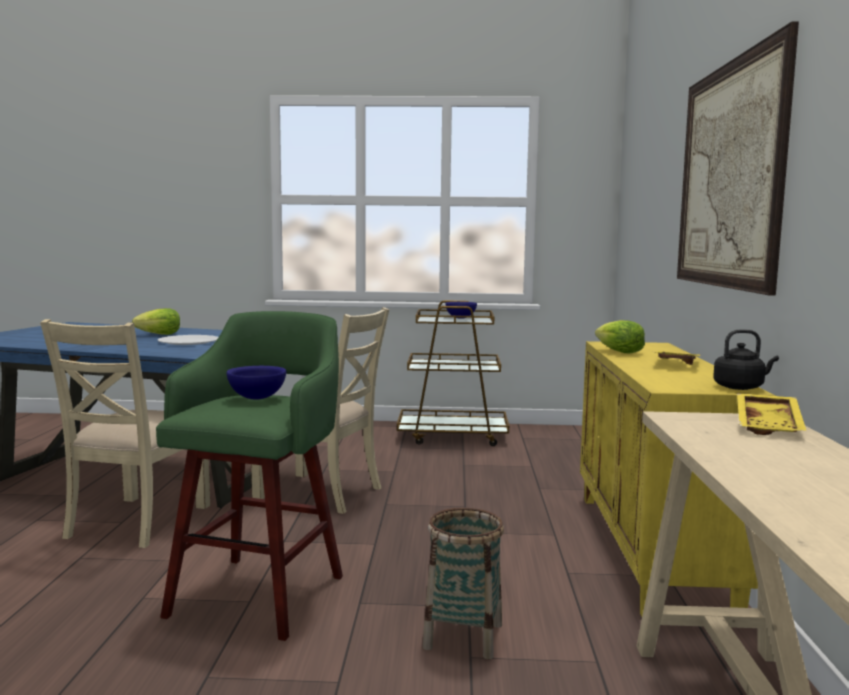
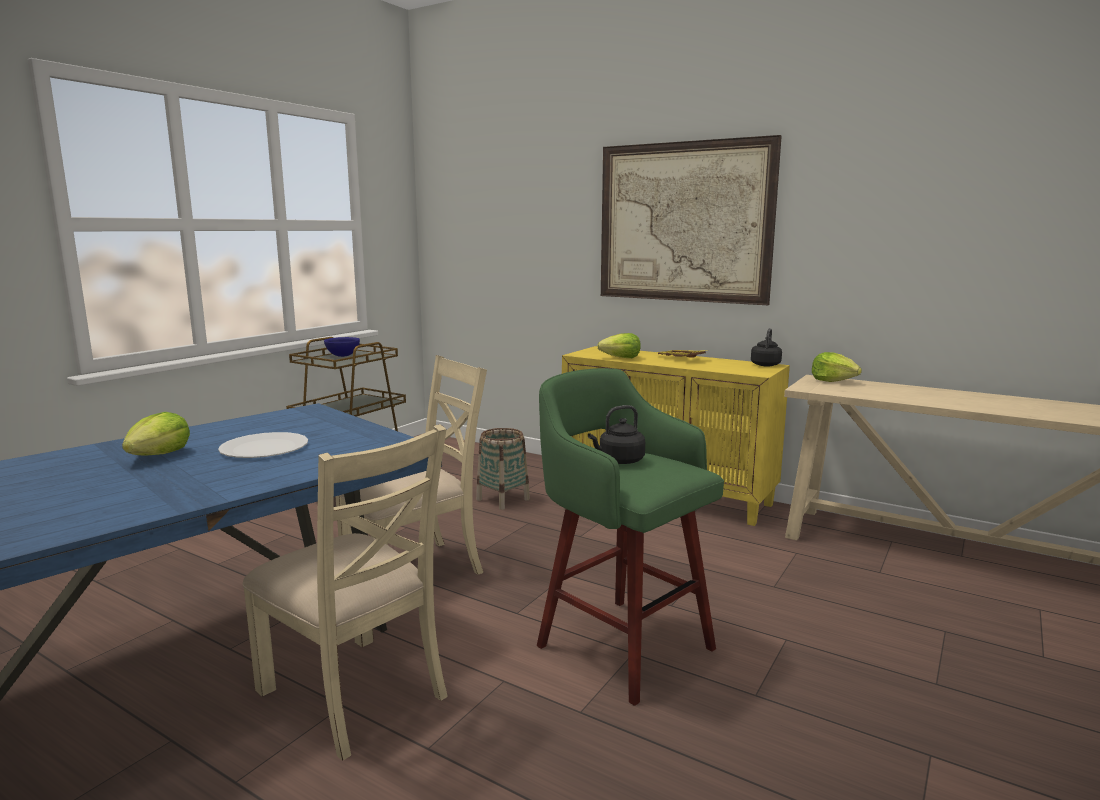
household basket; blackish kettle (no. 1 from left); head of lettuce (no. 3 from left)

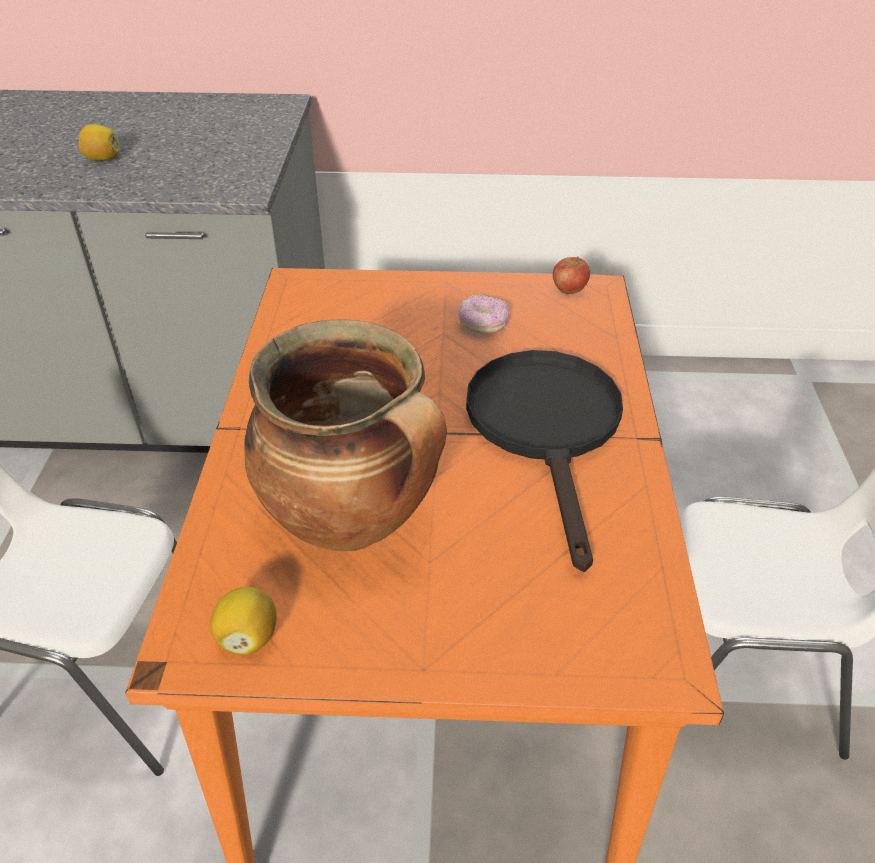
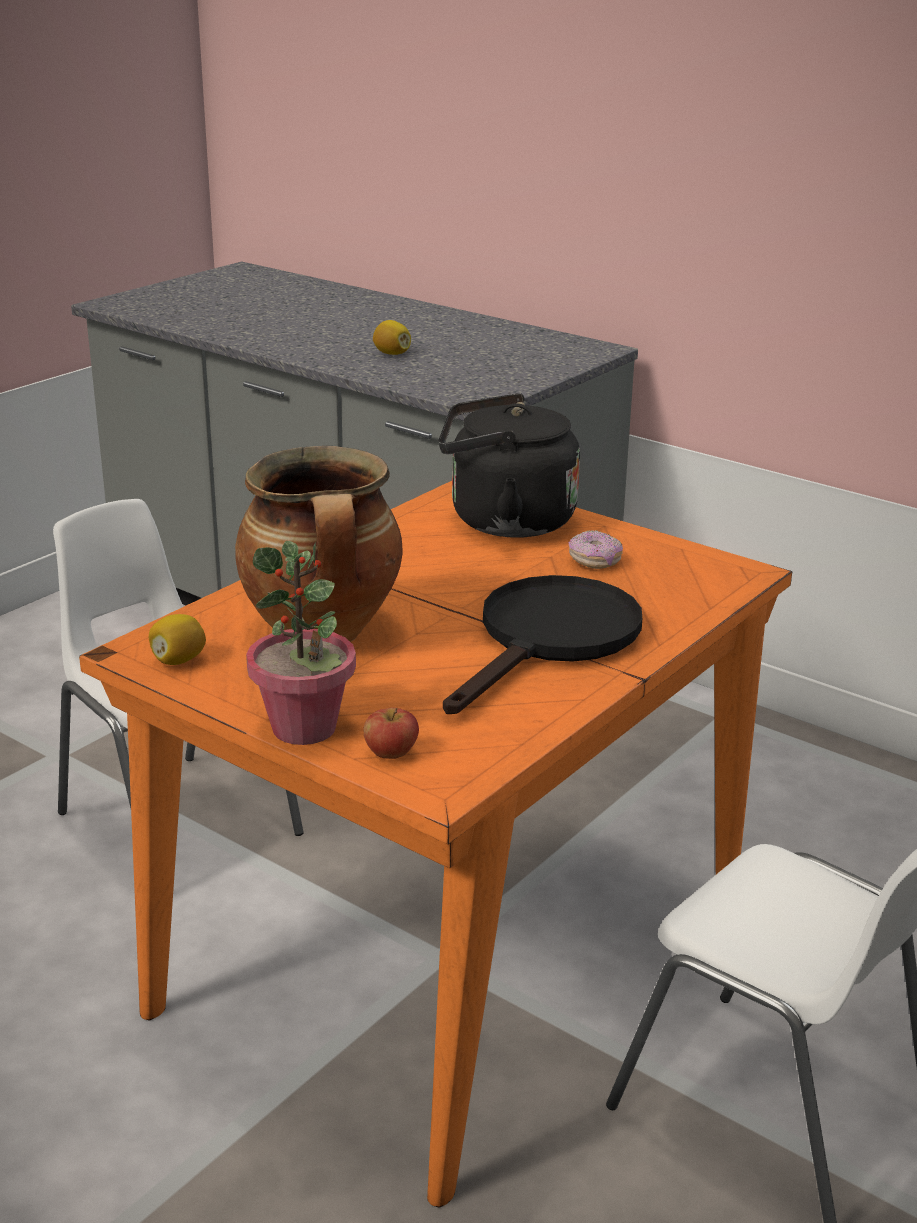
plant in a pot; blackish kettle; apple

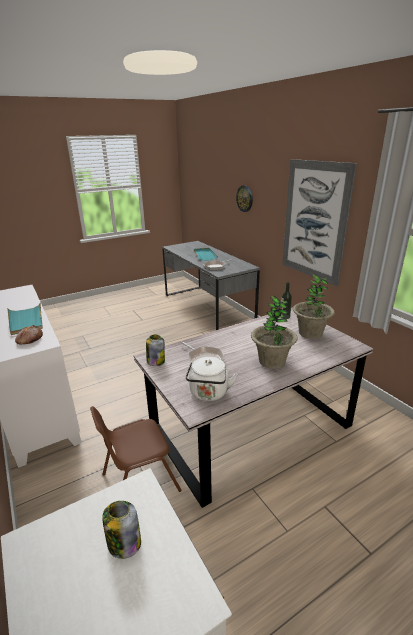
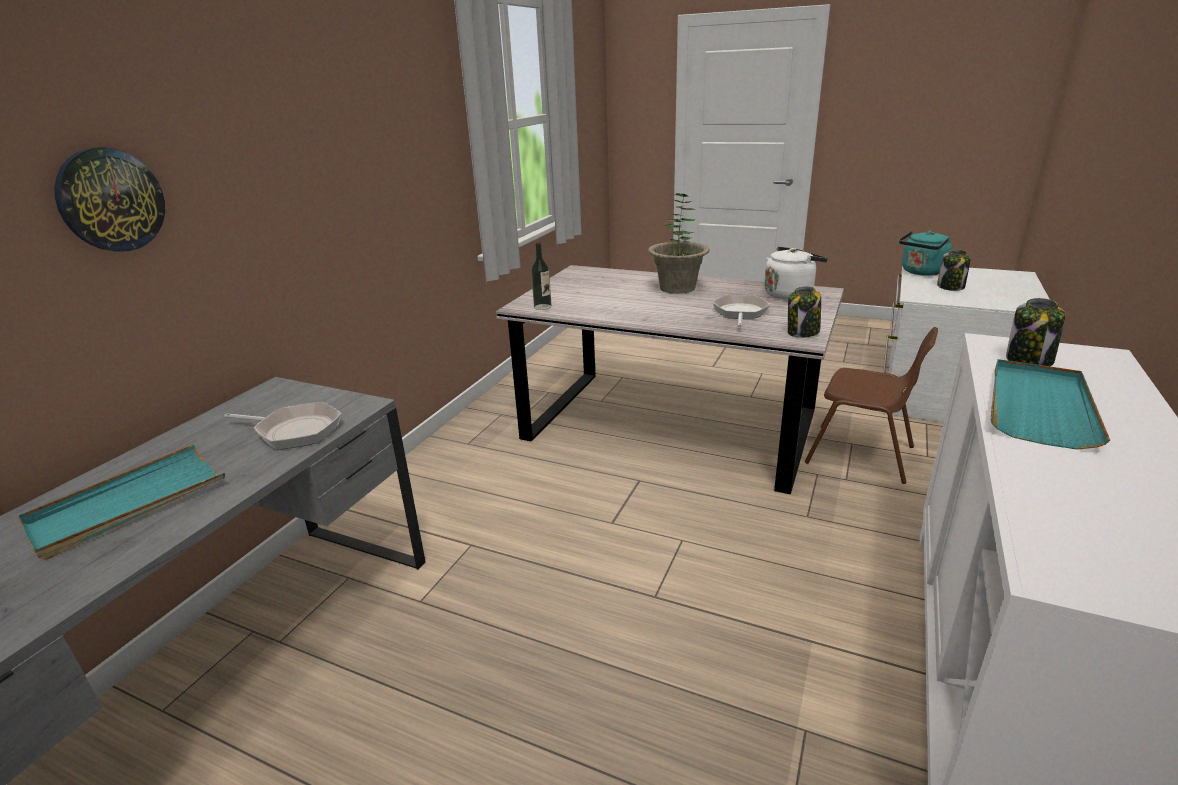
wall picture; plant in a pot (no. 2 from left in the first image); turquoise kettle; jar (no. 3 from left)

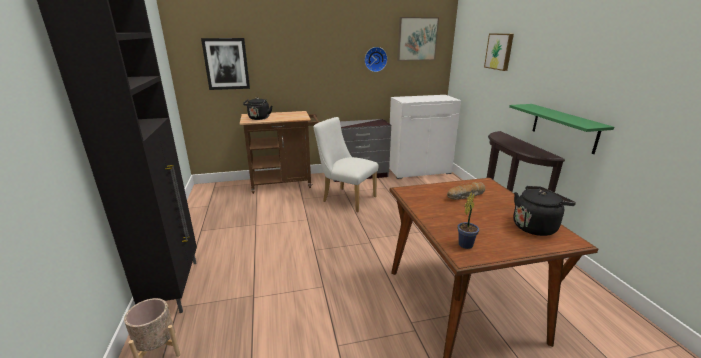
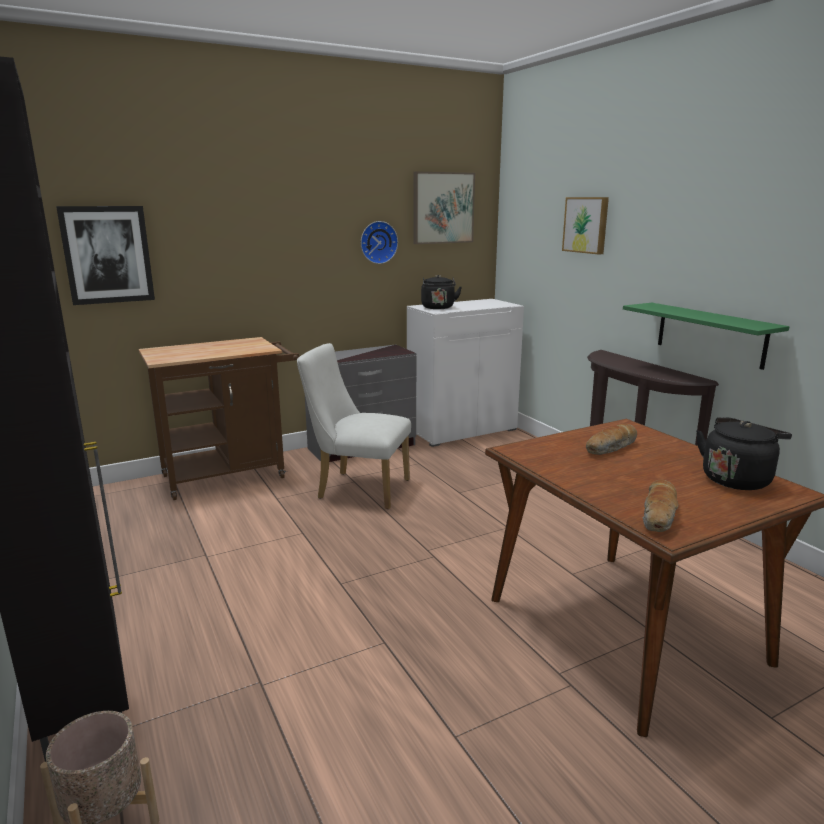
blackish kettle (no. 1 from left); bakery bread (no. 2 from left)

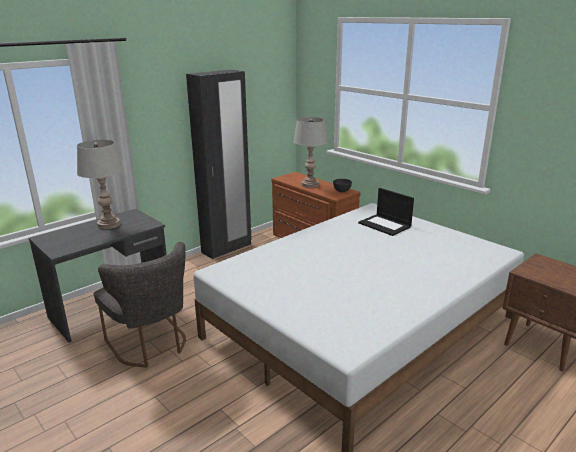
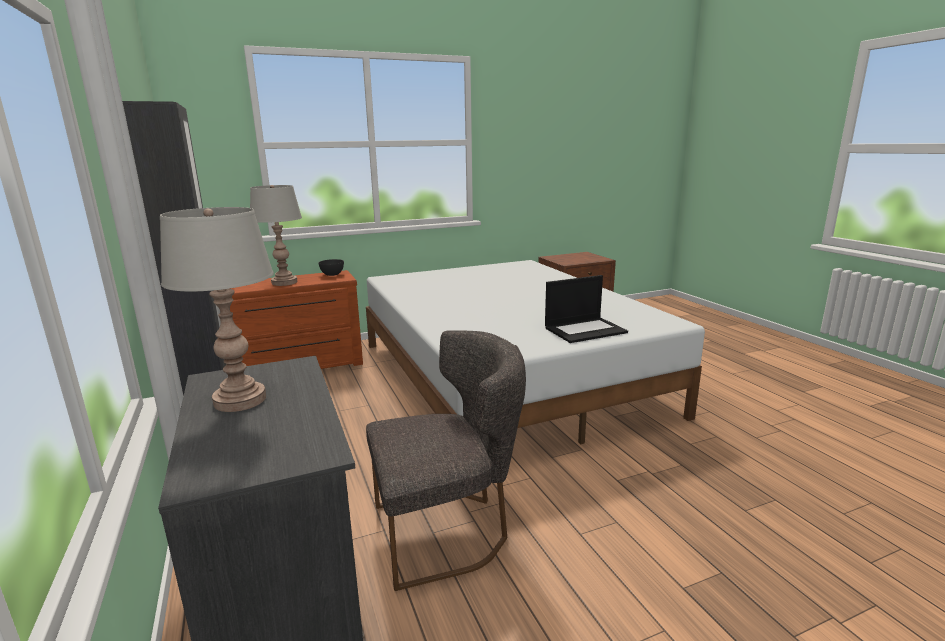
notebook computer

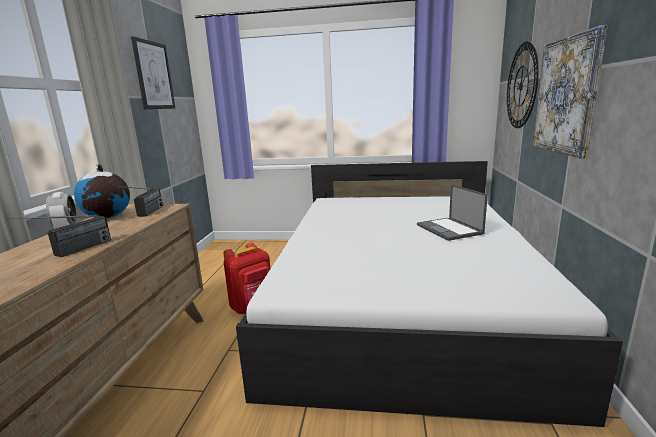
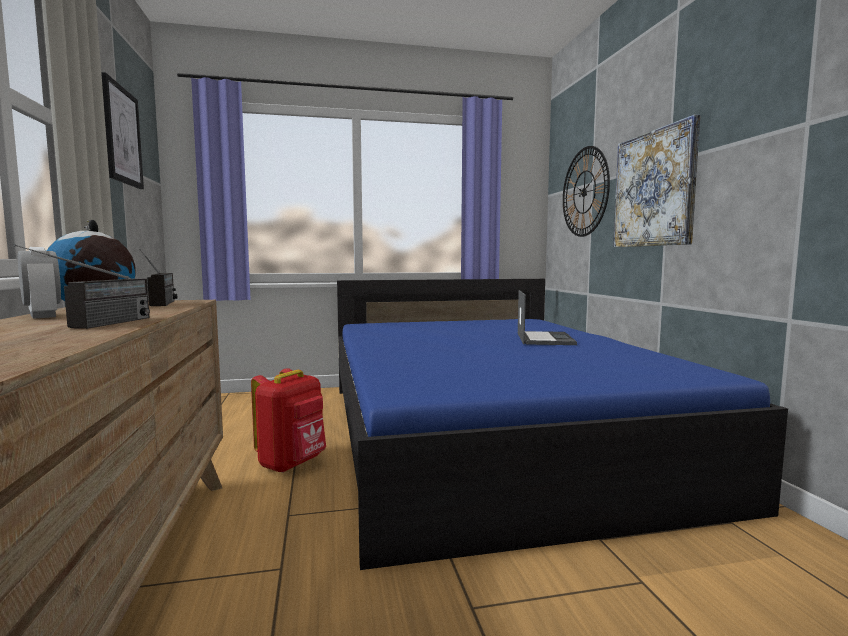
blue sleeping bed; notebook computer

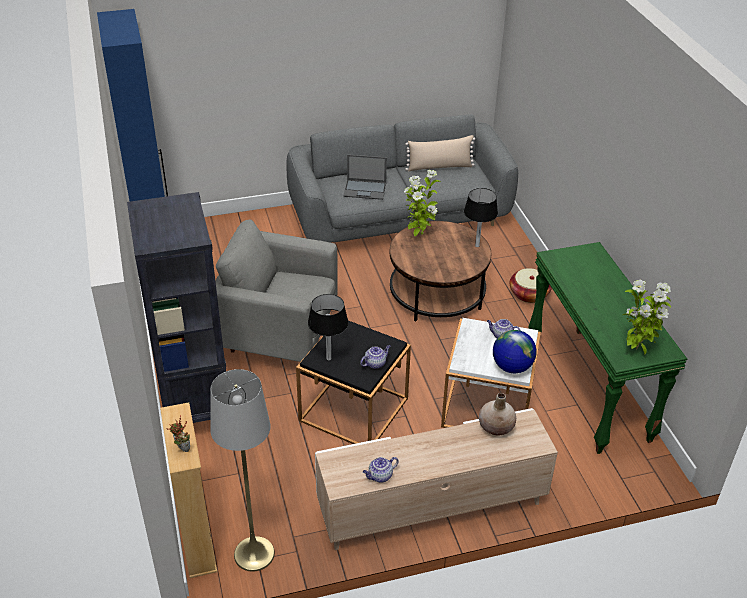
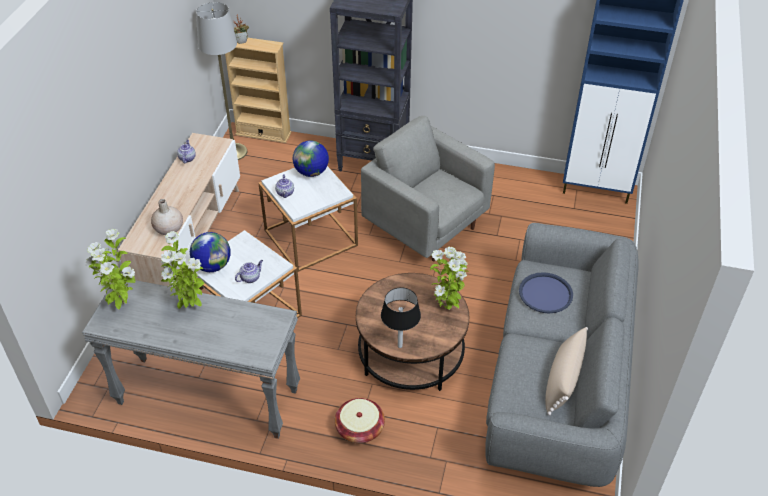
plant in a pot (no. 2 from left); globe (no. 2 from left); blue tray; white accent table (no. 2 from left); grey narrow table; grey lounge chair

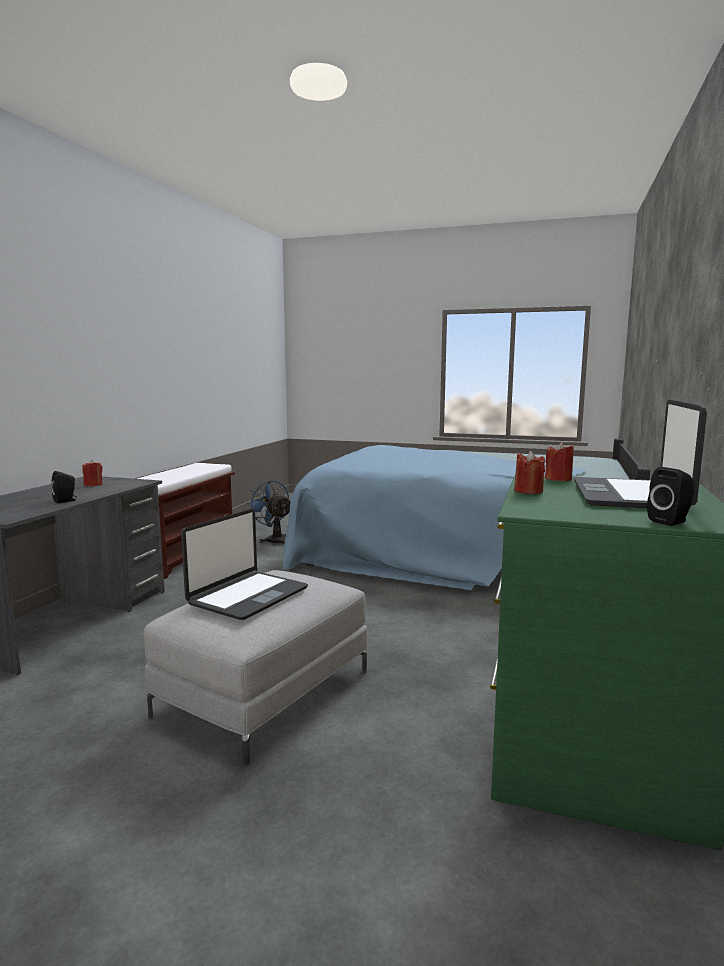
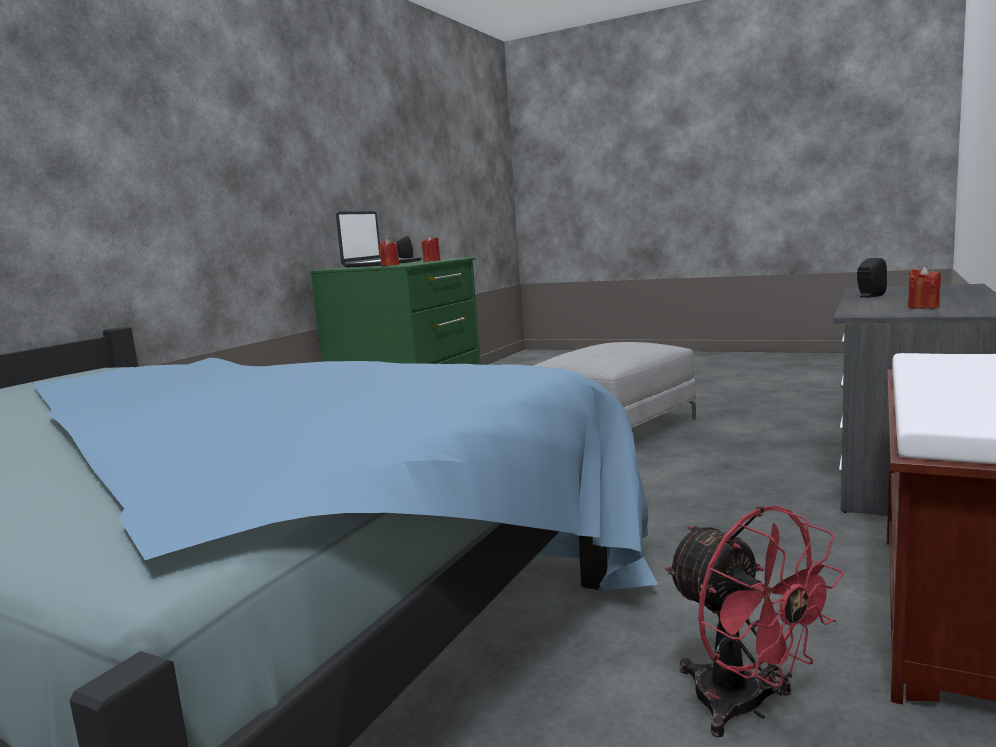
notebook computer (no. 1 from left in the first image); red-coloured fan

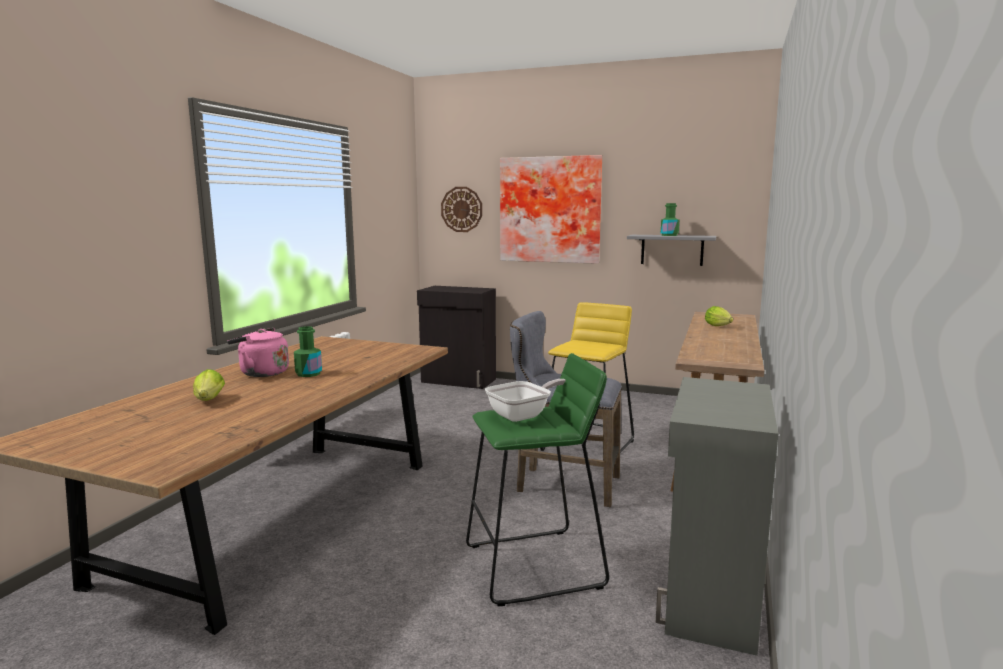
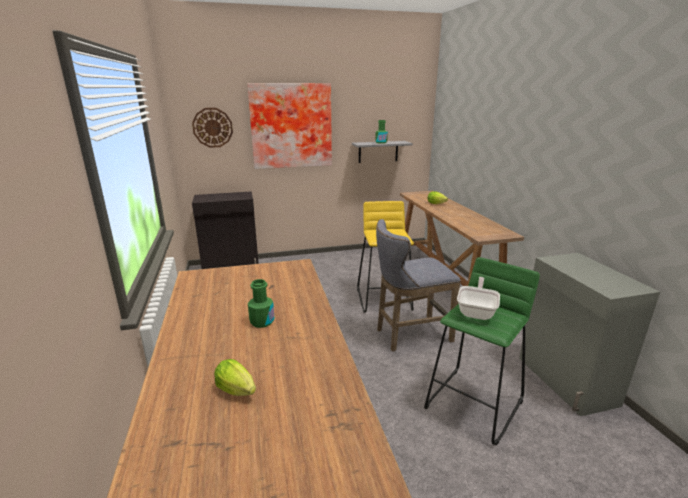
pink kettle

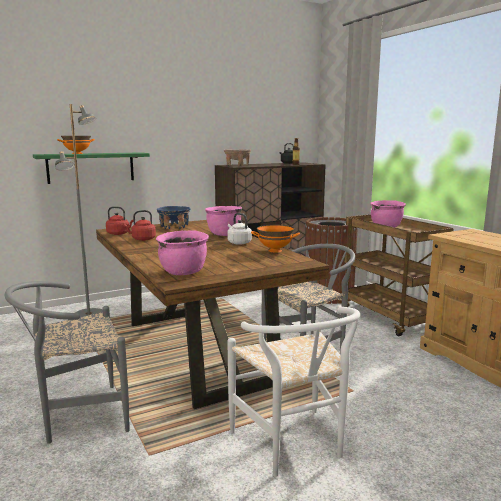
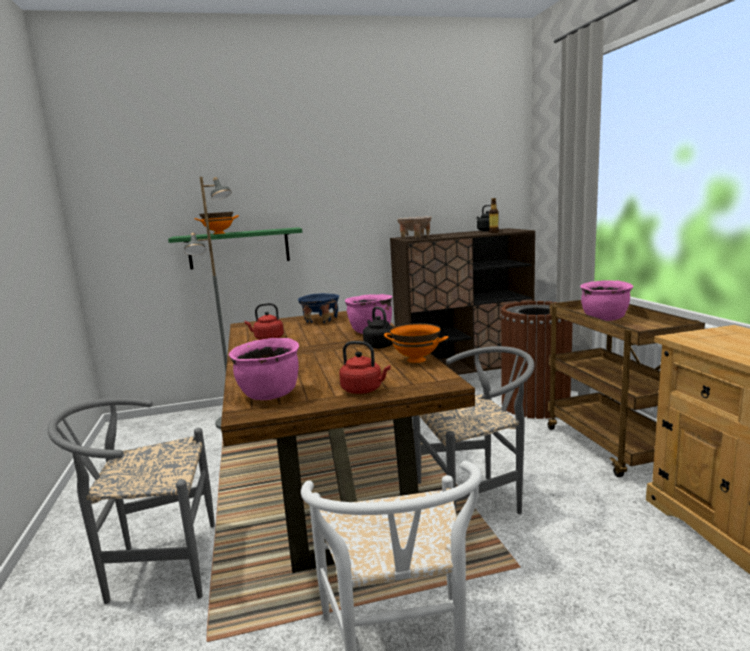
red-coloured kettle (no. 2 from left); blackish kettle (no. 1 from left)

